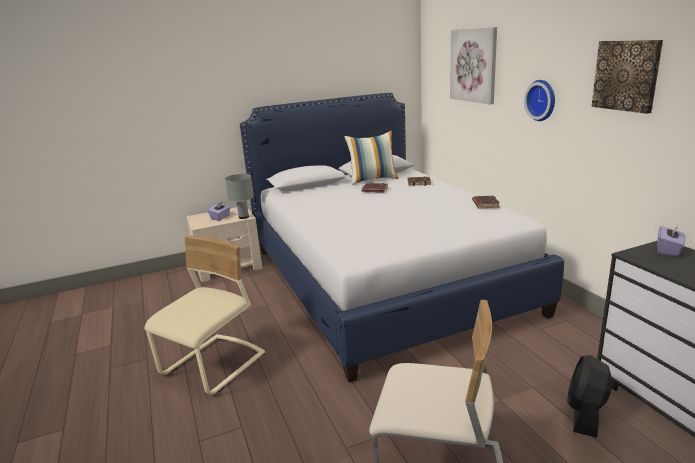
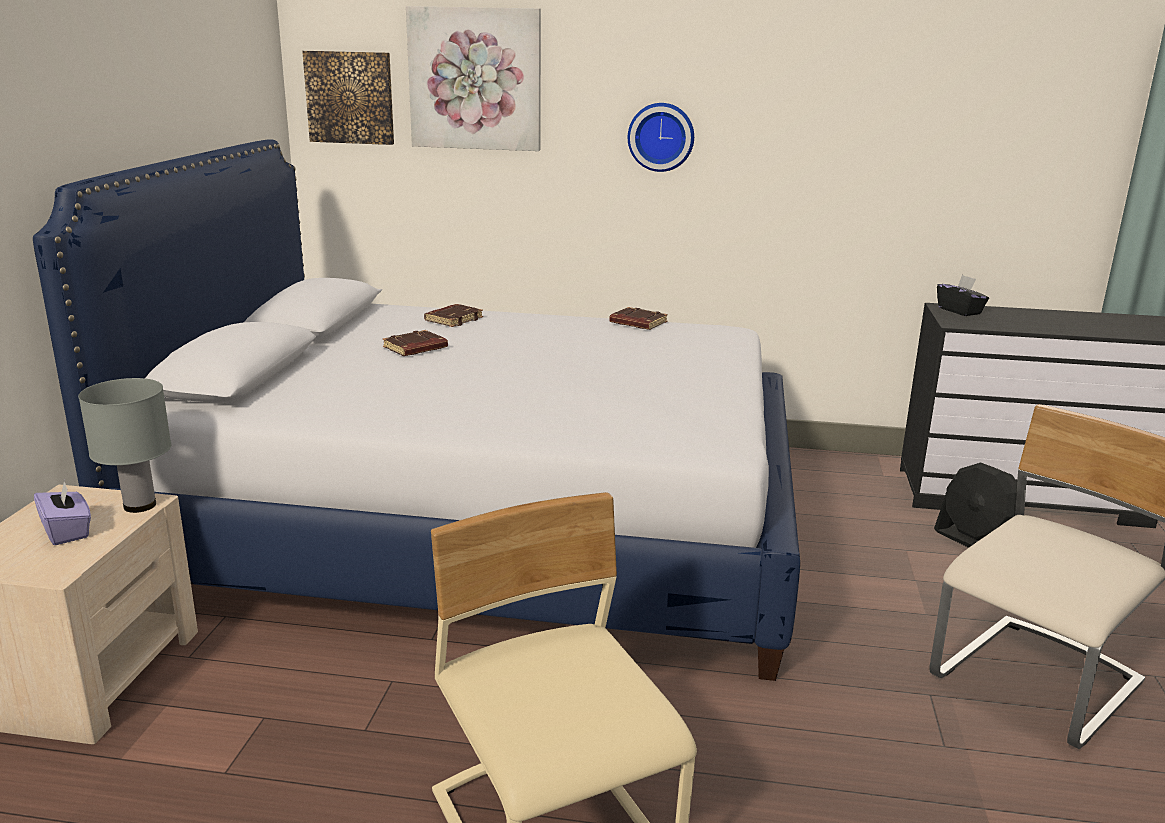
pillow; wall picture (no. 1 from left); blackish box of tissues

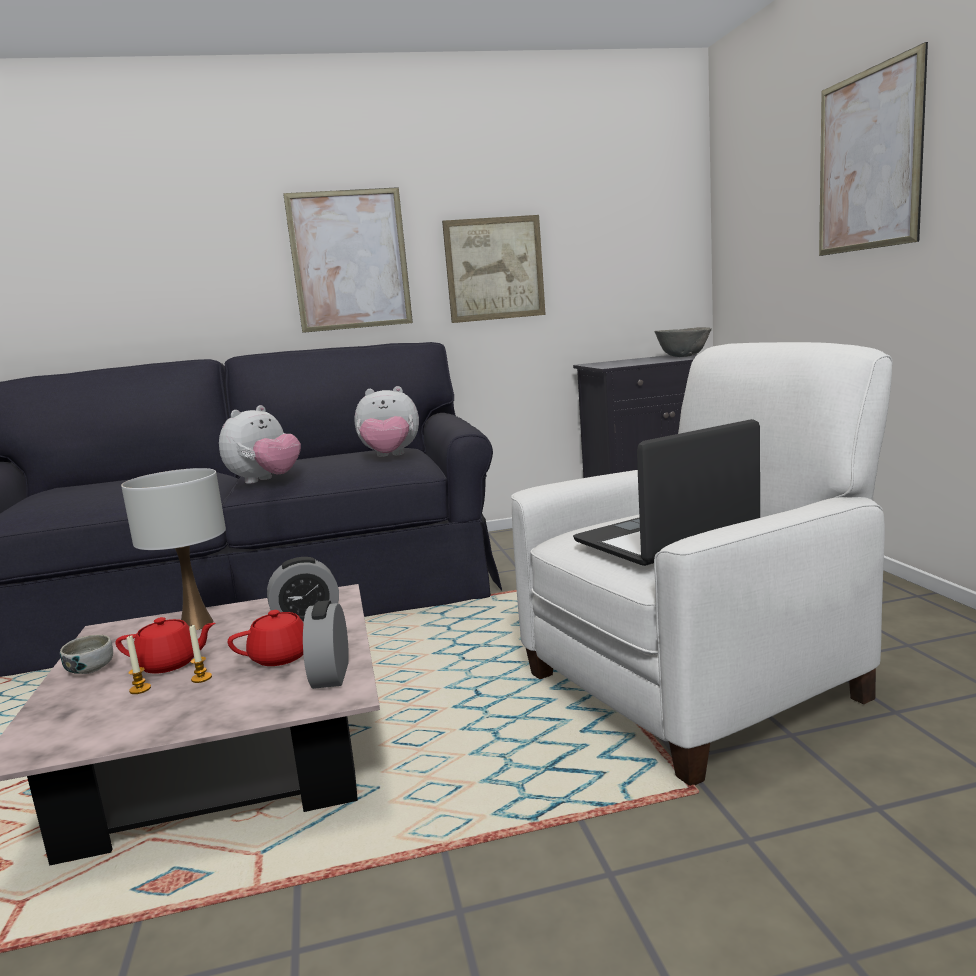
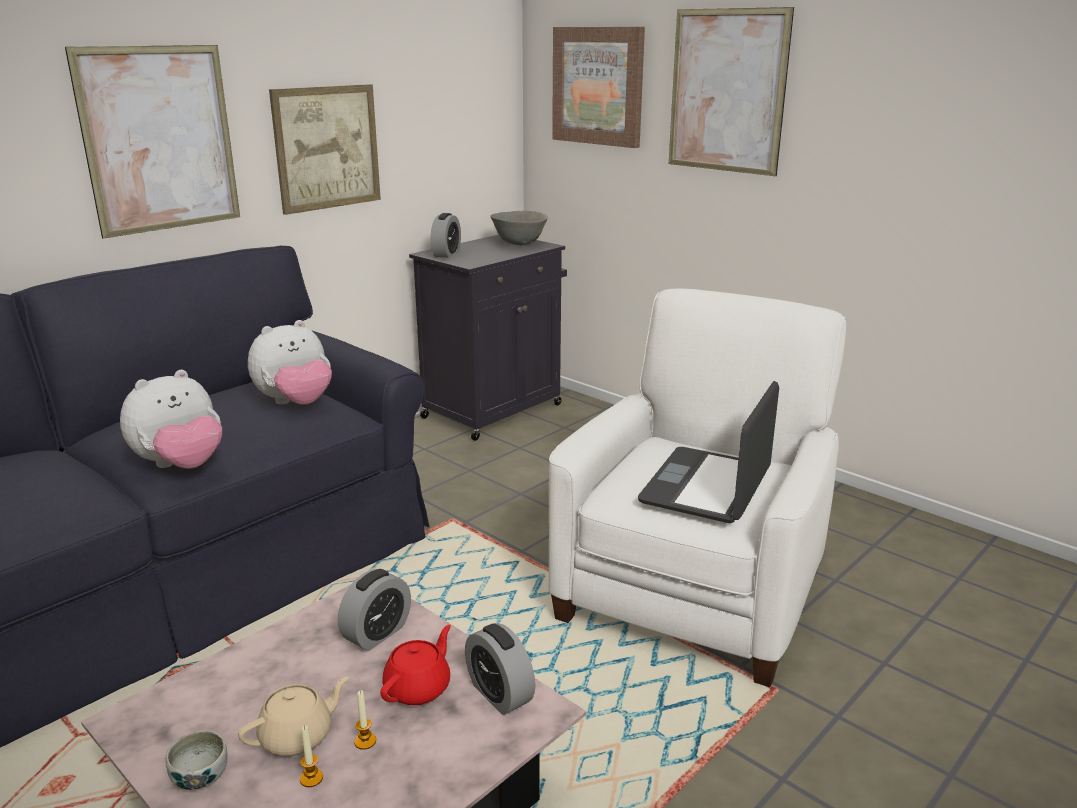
white table lamp; alarm clock (no. 2 from left); wall picture (no. 3 from left); beige tea pot; cuddly toy (no. 1 from left)

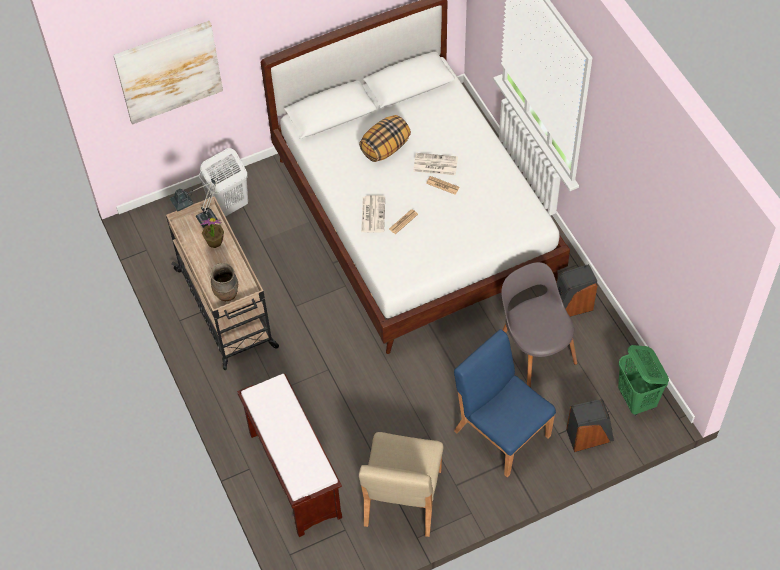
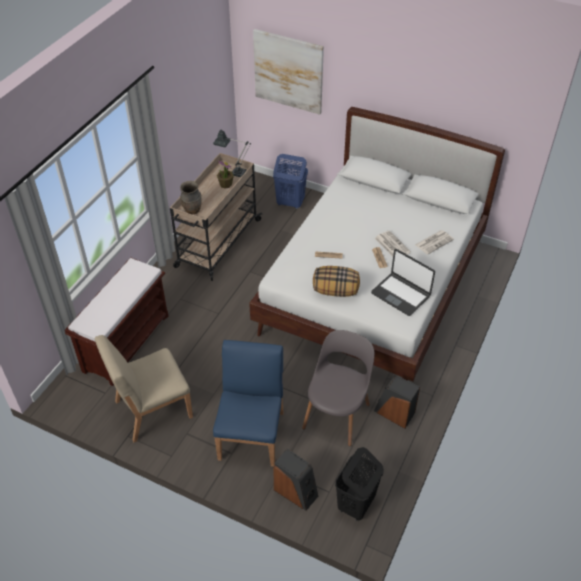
notebook computer; pillow; printed paper (no. 4 from left); blue washing basket; blackish washing basket

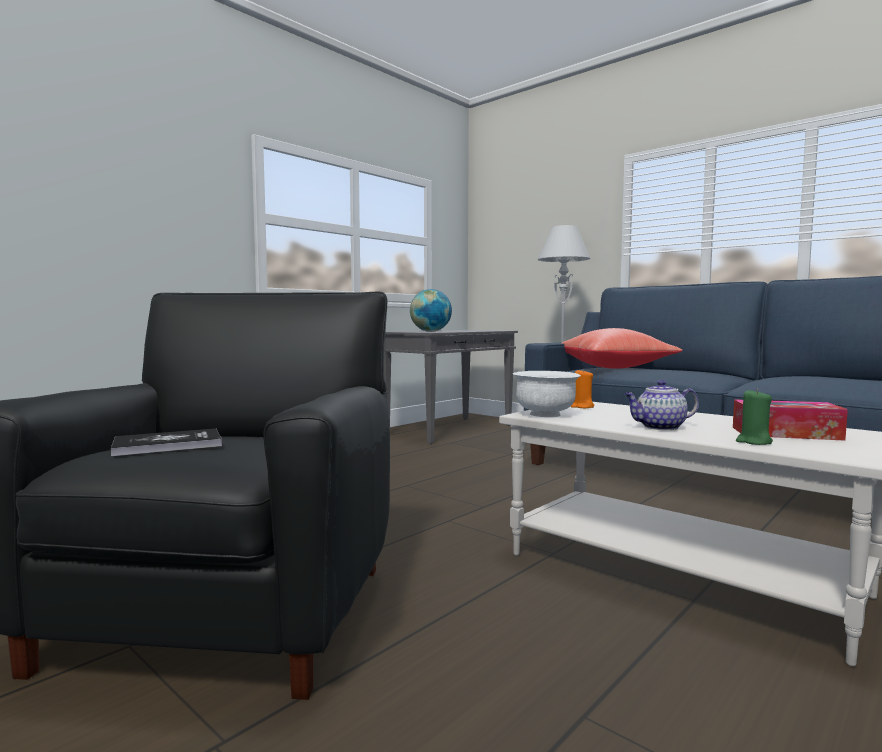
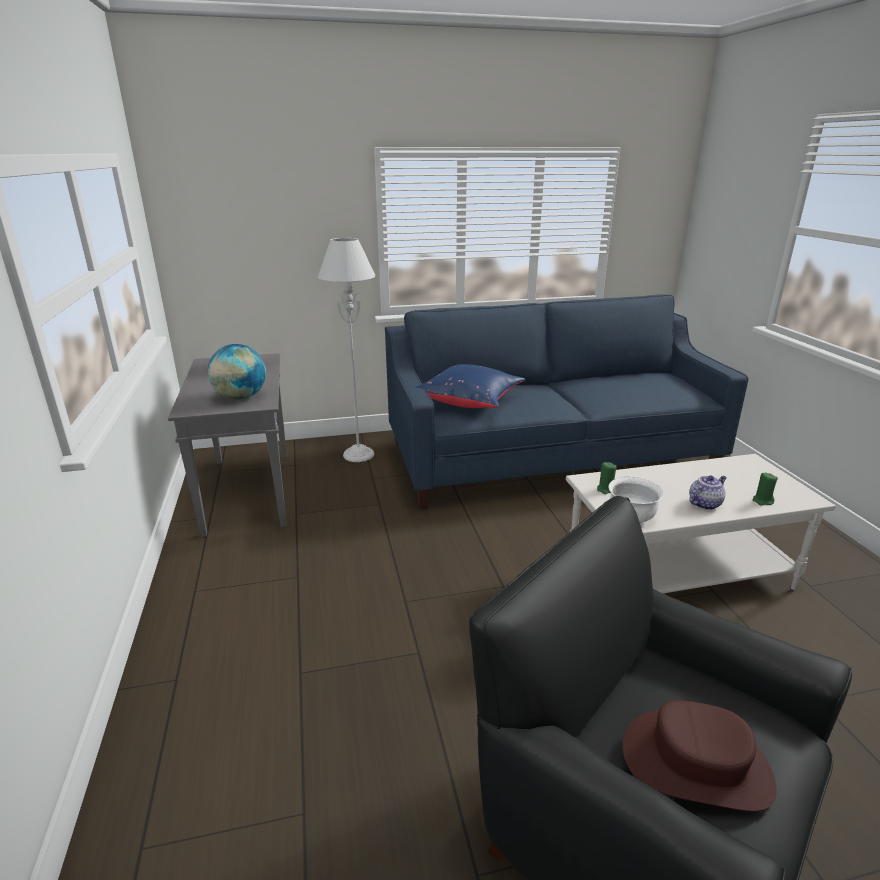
box of tissues; brownish clothing hat; blue pillow; greenish wax light (no. 1 from left); tea pot

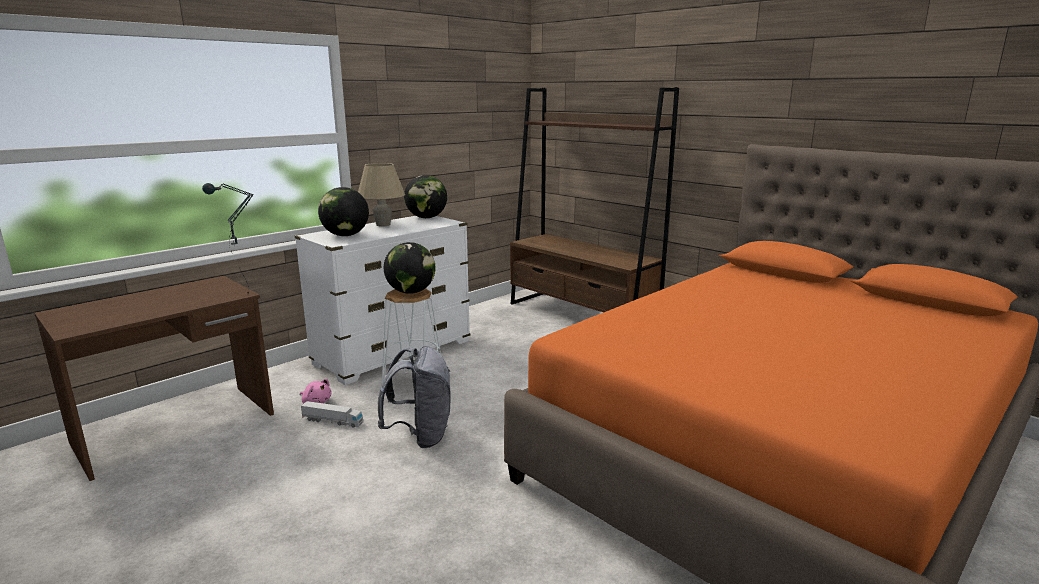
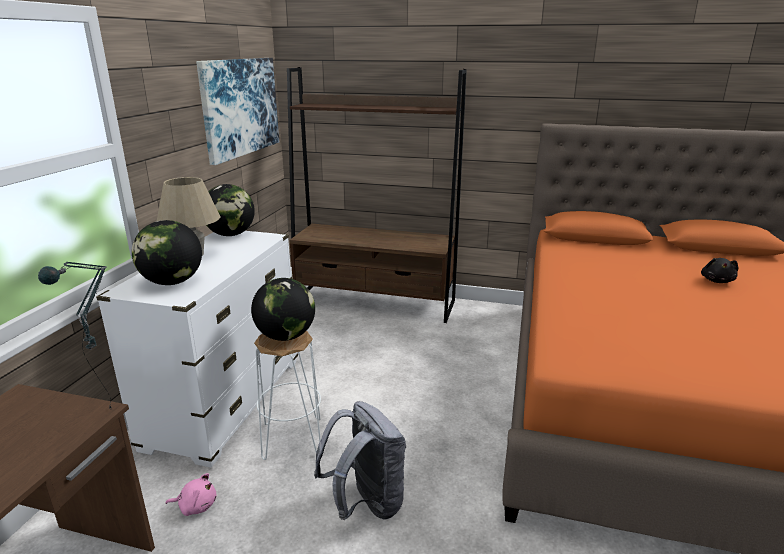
toy lorry; wall picture; blackish cuddly toy

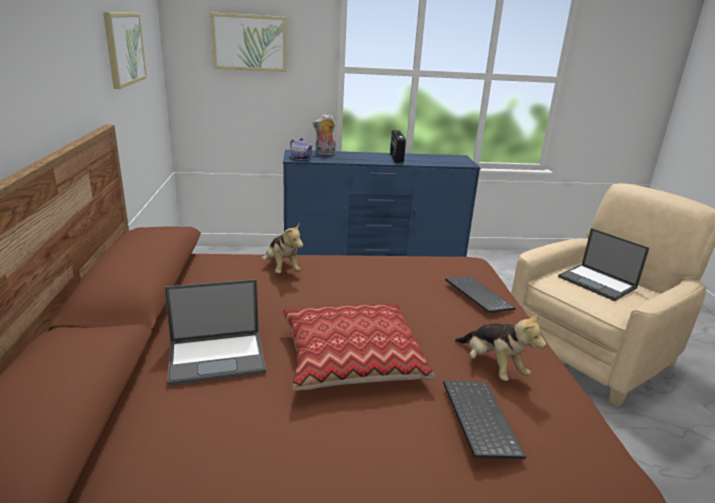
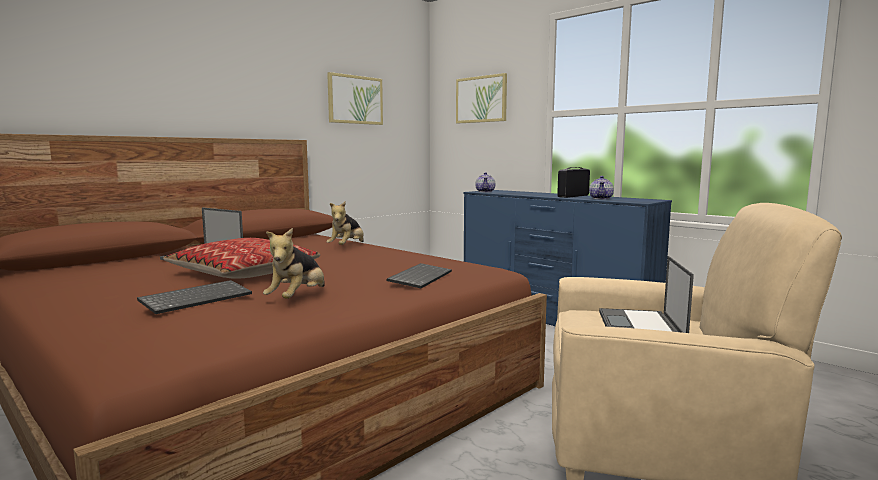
cuddly toy (no. 2 from left in the first image); tea pot (no. 2 from left)

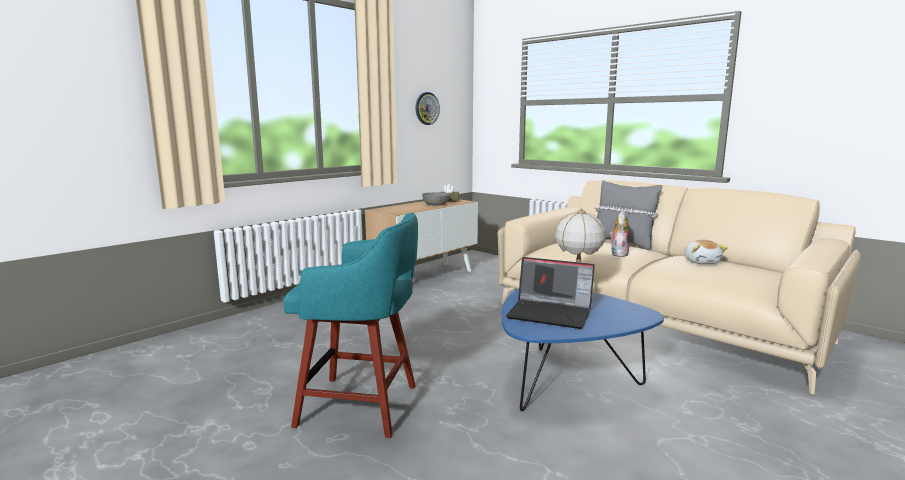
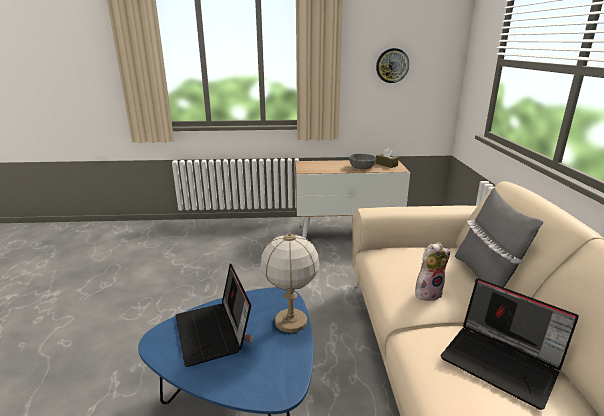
turquoise stool; notebook computer (no. 2 from left)

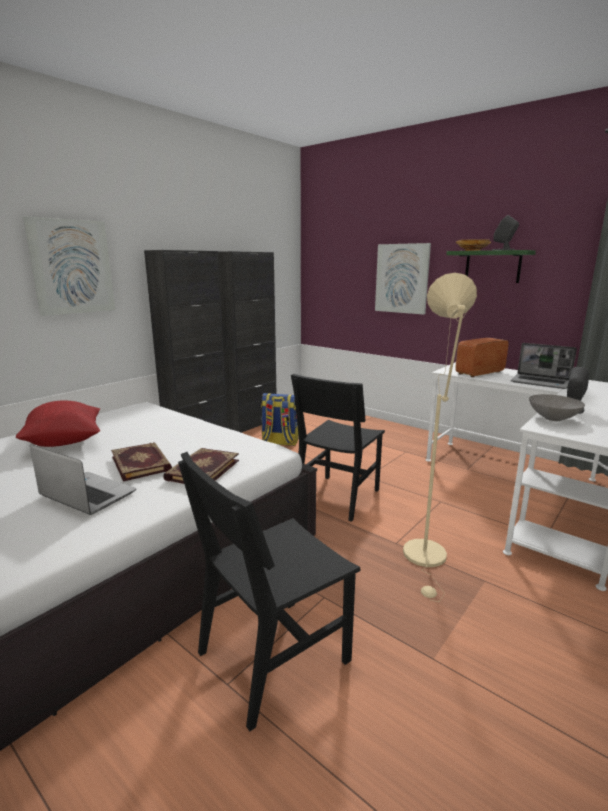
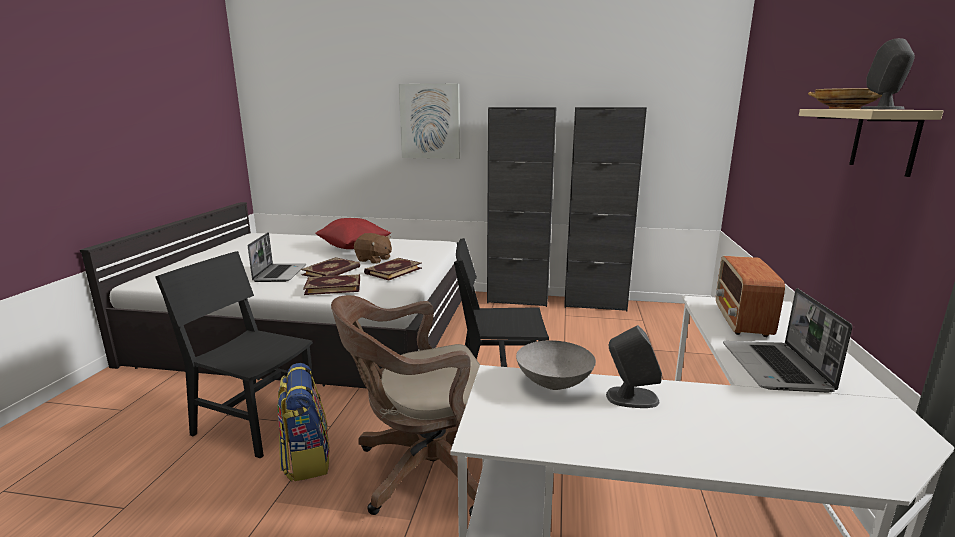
wall picture (no. 2 from left in the first image); brownish cuddly toy; book (no. 3 from left); backpack; brownish computer chair; beige bracket shelf; radio set

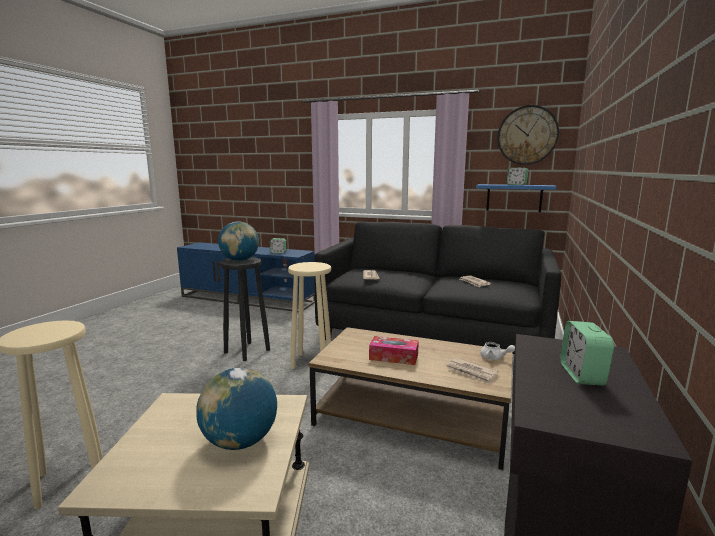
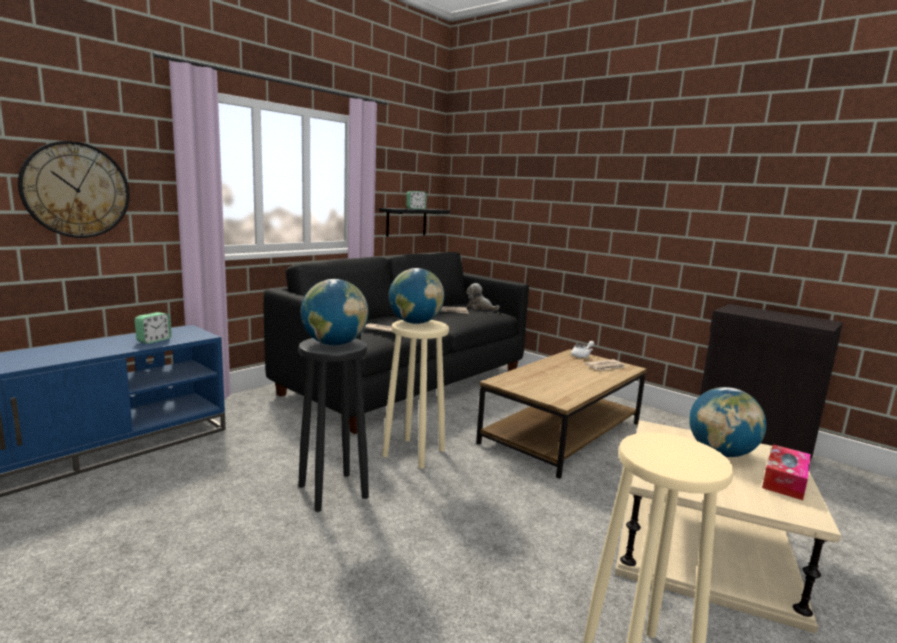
alarm clock (no. 3 from left in the first image); globe (no. 2 from left); cuddly toy; box of tissues; clock on the wall; blackish bracket shelf

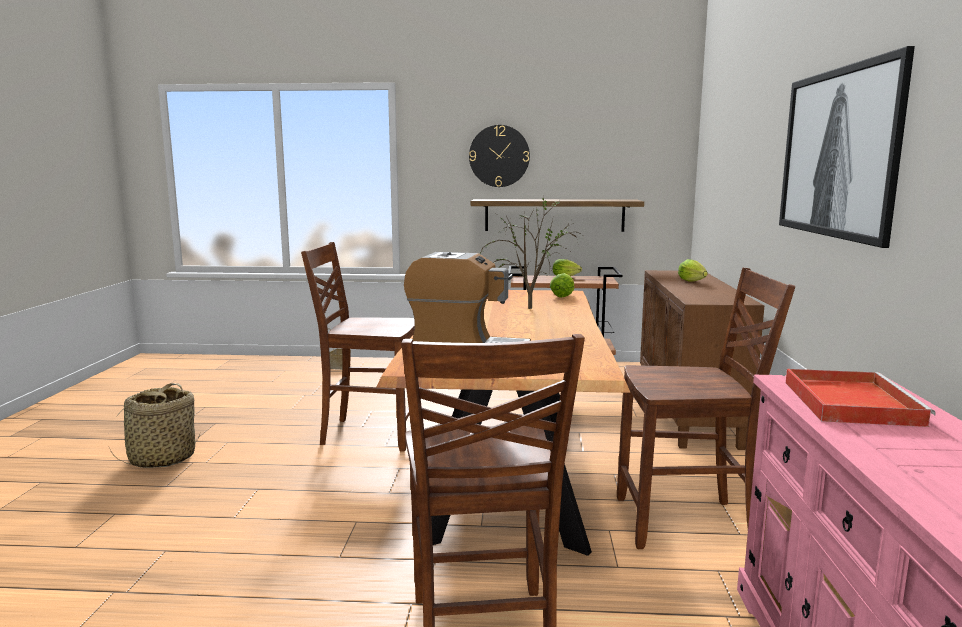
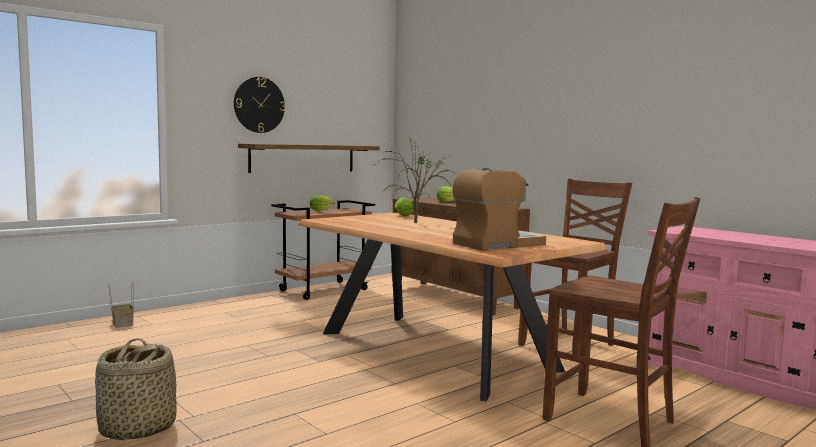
brownish upright chair (no. 1 from left in the first image); wall picture; red-coloured tray

